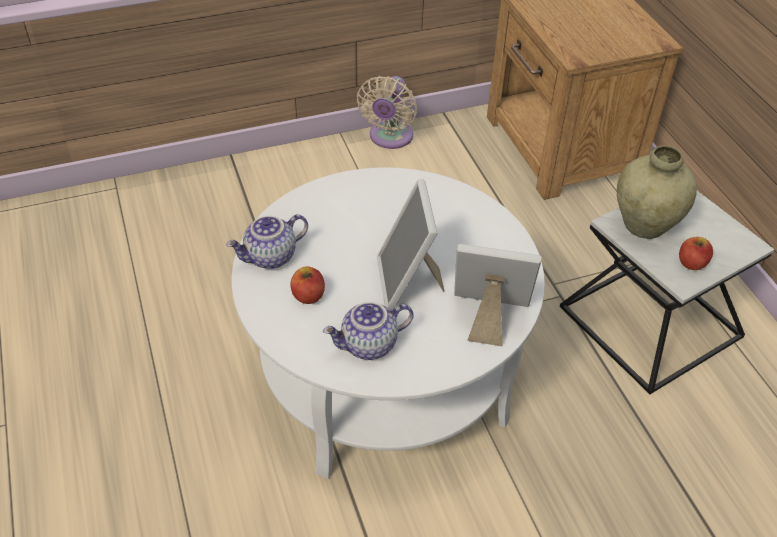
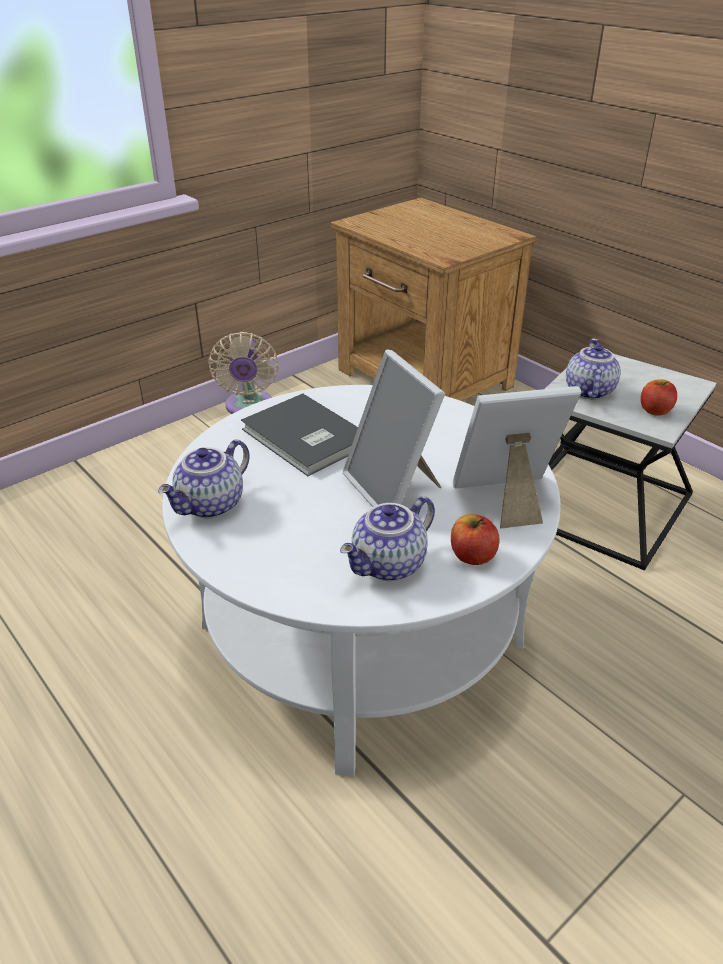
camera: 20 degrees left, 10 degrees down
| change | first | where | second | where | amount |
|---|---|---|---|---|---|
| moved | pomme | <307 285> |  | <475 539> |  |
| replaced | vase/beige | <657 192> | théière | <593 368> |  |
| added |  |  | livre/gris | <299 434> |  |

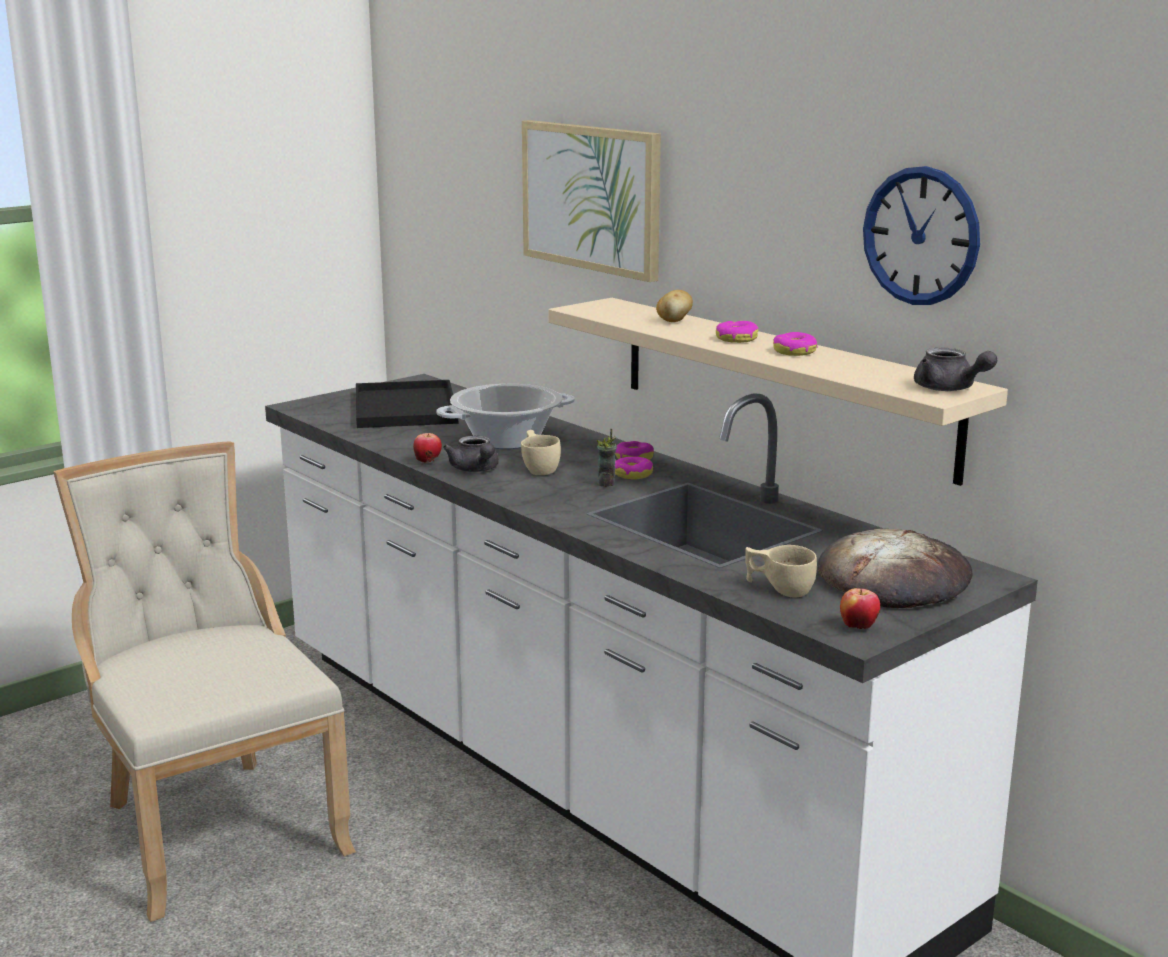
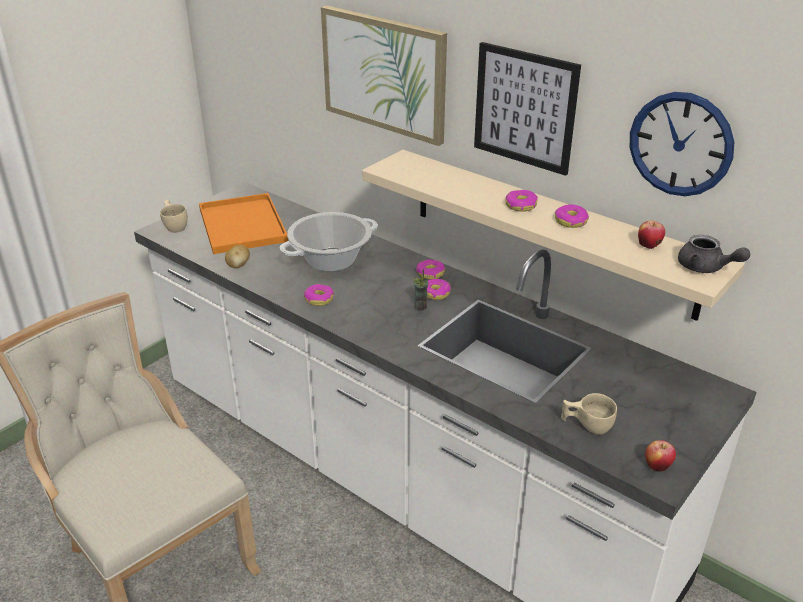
camera: 10 degrees left, 15 degrees up
| change | first | where | second | where | amount |
|---|---|---|---|---|---|
| recoloured | plateau/noir | <407 404> | plateau/orange | <243 223> |  |
| moved | pomme | <427 448> |  | <651 235> |  |
| replaced | théière/gris | <471 454> | beignet | <319 295> |  |
| moved | tasse/beige | <541 452> |  | <174 216> |  |
| moved | pomme de terre | <674 306> |  | <237 256> |  |
| removed | pain | <895 568> |  |  |  |
| added |  |  | tableau | <527 109> |  |

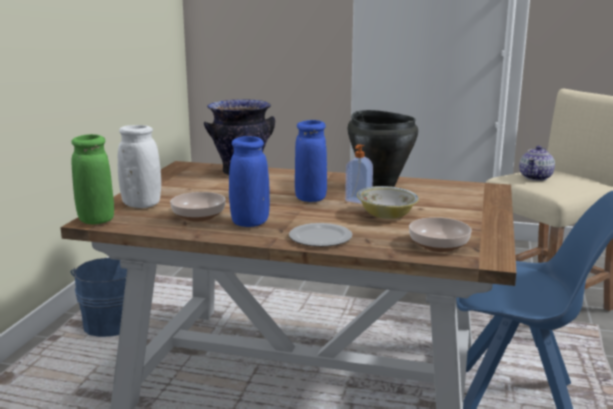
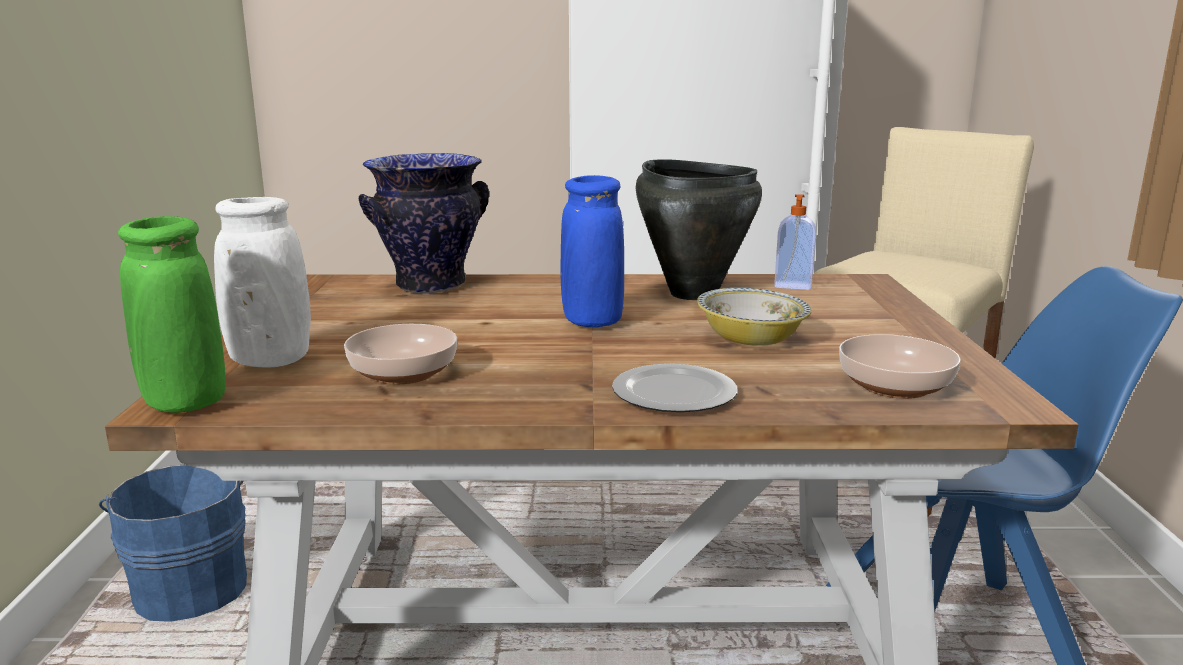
camera: 15 degrees left, 0 degrees up
| change | first | where | second | where | amount |
|---|---|---|---|---|---|
| removed | vase/bleu | <249 181> |  |  |  |
| moved | distributeur de savon | <359 174> |  | <795 242> |  |
| removed | théière | <537 163> |  |  |  |

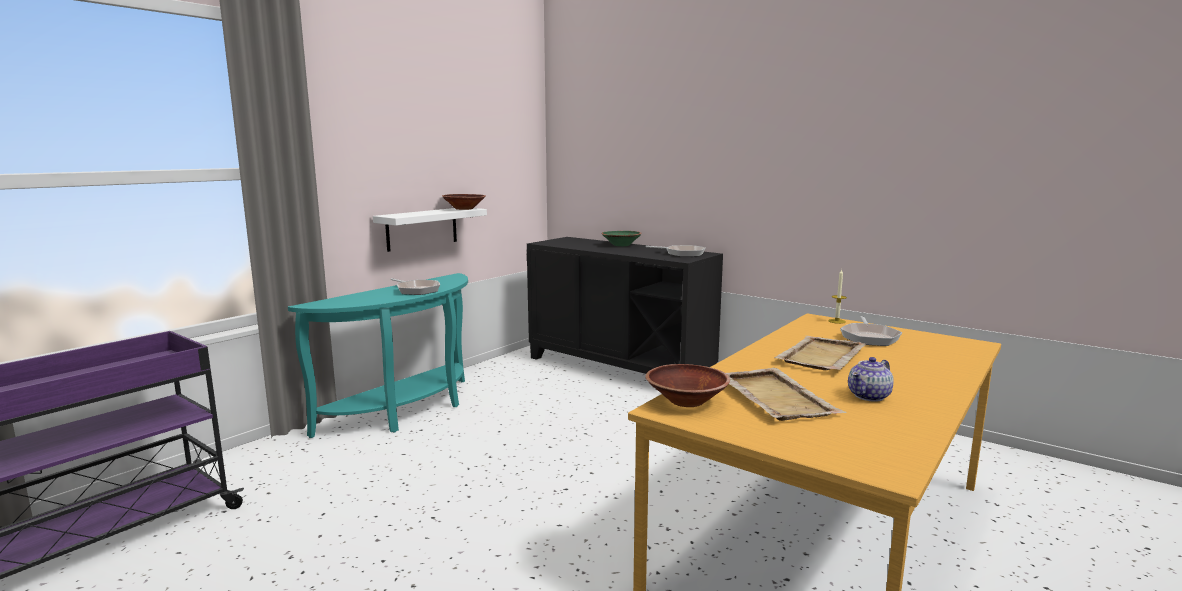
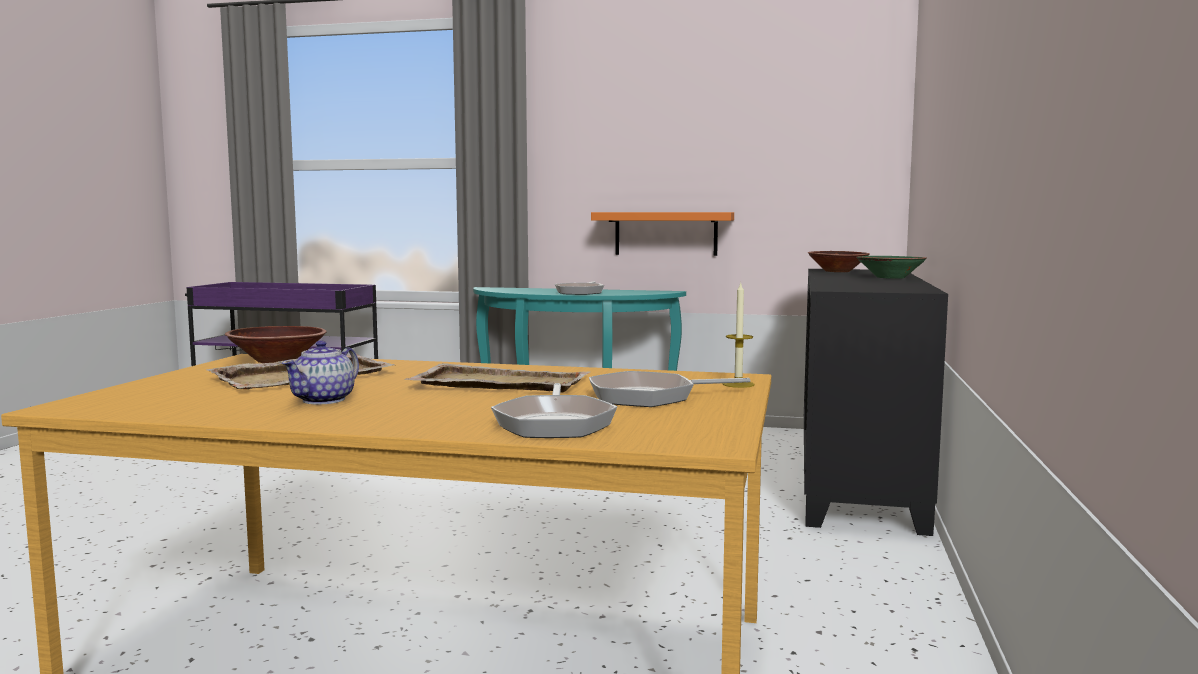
camera: 65 degrees right, 5 degrees down
| change | first | where | second | where | amount |
|---|---|---|---|---|---|
| recoloured | étagère/blanc | <430 230> | étagère/orange | <662 234> |  |
| moved | bol/marron | <464 202> |  | <839 261> |  |
| moved | poêle | <676 251> |  | <554 410> |  |
| turned | théière | <871 379> |  | <320 372> | 90 degrees counterclockwise |

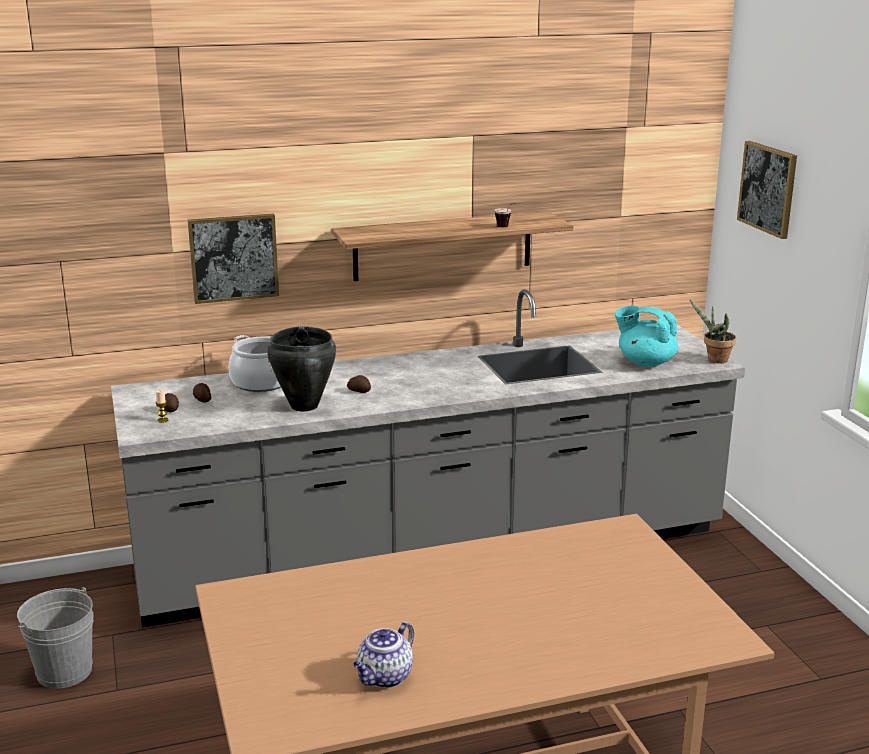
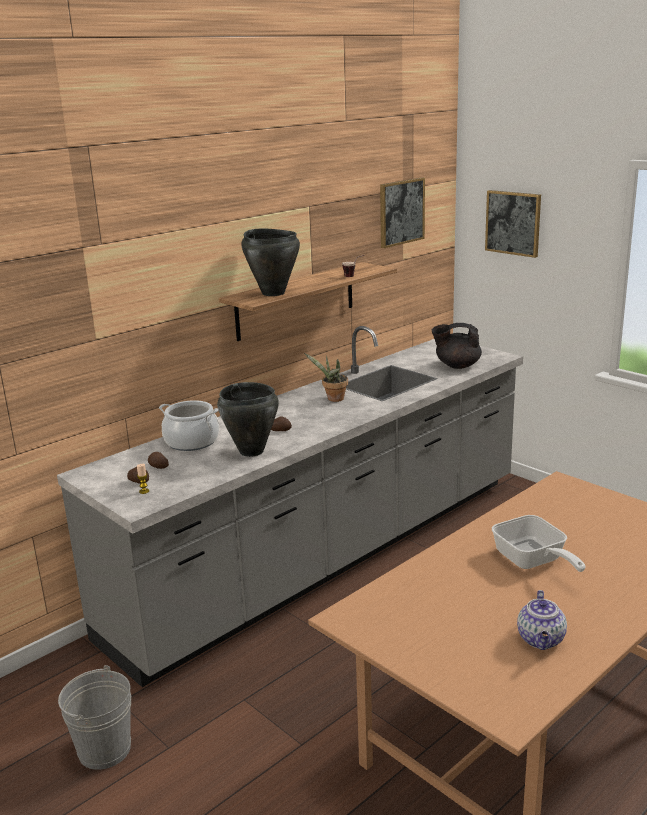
camera: 25 degrees left, 0 degrees up
| change | first | where | second | where | amount |
|---|---|---|---|---|---|
| moved | tableau | <233 258> |  | <402 212> |  |
| recoloured | théière/turquoise | <646 336> | théière/noir | <457 346> |  |
| moved | plante en pot | <713 331> |  | <326 377> |  |
| added |  |  | marmite/noir | <270 262> |  |
| added |  |  | poêle | <539 543> |  |

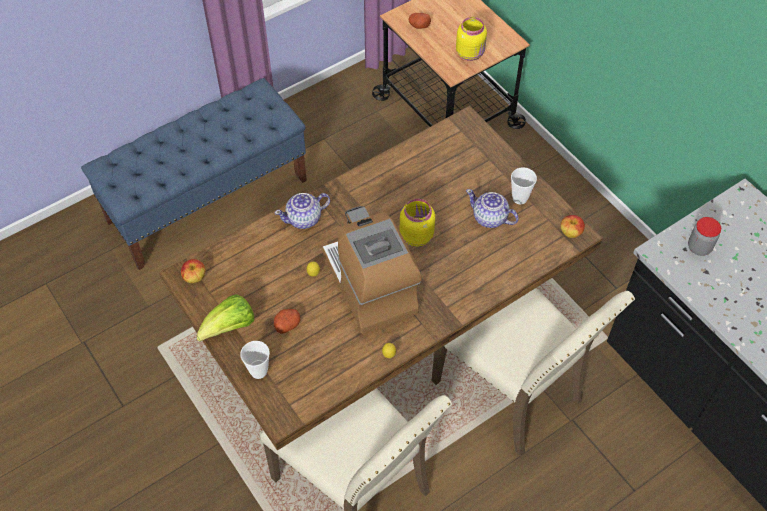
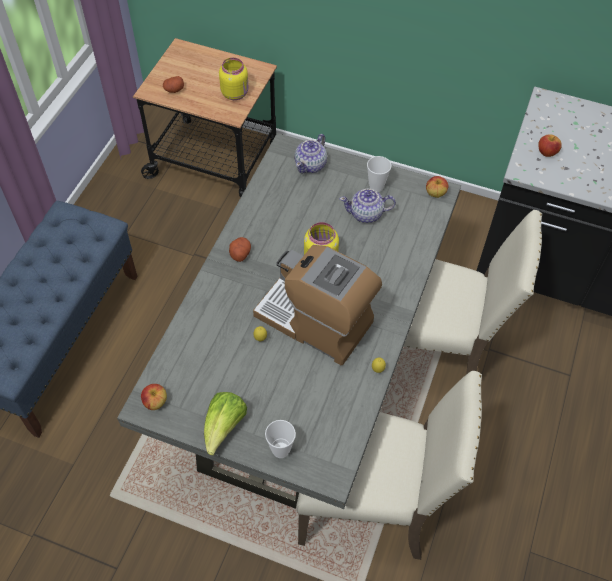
camera: 35 degrees left, 0 degrees up
| change | first | where | second | where | amount |
|---|---|---|---|---|---|
| recoloured | table à manger/marron | <381 278> | table à manger/gris | <289 321> |  |
| moved | théière | <302 211> |  | <310 153> |  |
| moved | pomme de terre | <287 321> |  | <240 249> |  |
| replaced | bocal | <704 236> | pomme | <550 145> |  |

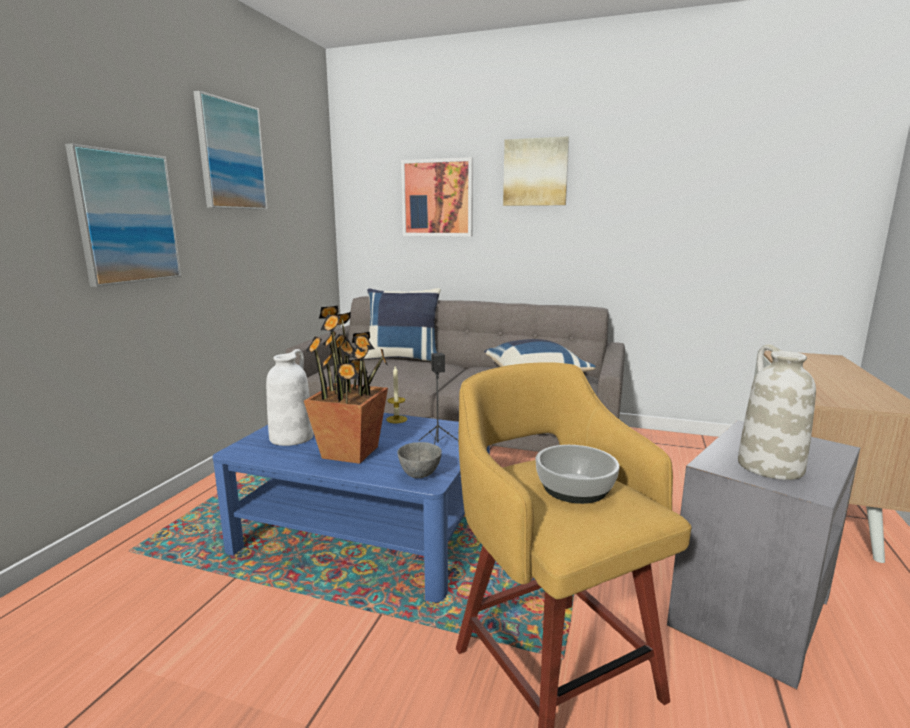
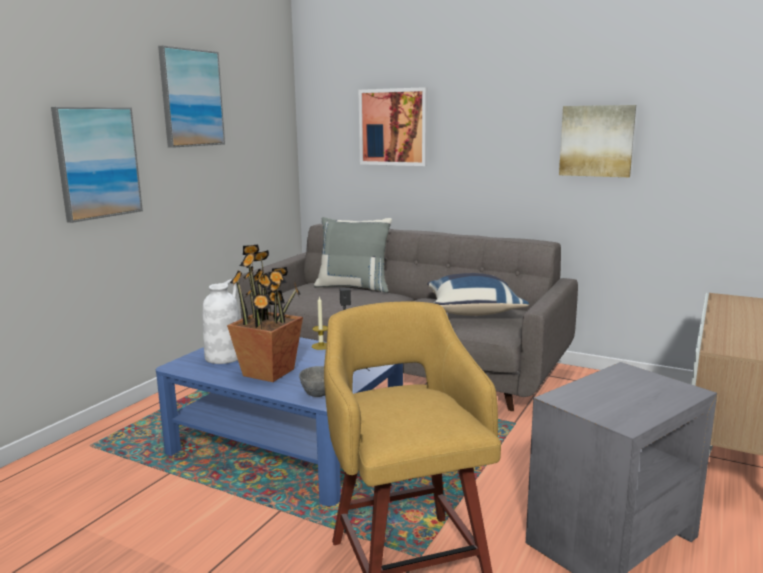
camera: 10 degrees right, 0 degrees up
| change | first | where | second | where | amount |
|---|---|---|---|---|---|
| recoloured | coussin/bleu | <402 324> | coussin/gris | <353 255> |  |
| moved | tableau | <536 171> |  | <597 141> |  |
| removed | bol | <577 474> |  |  |  |
| removed | vase/blanc | <777 412> |  |  |  |

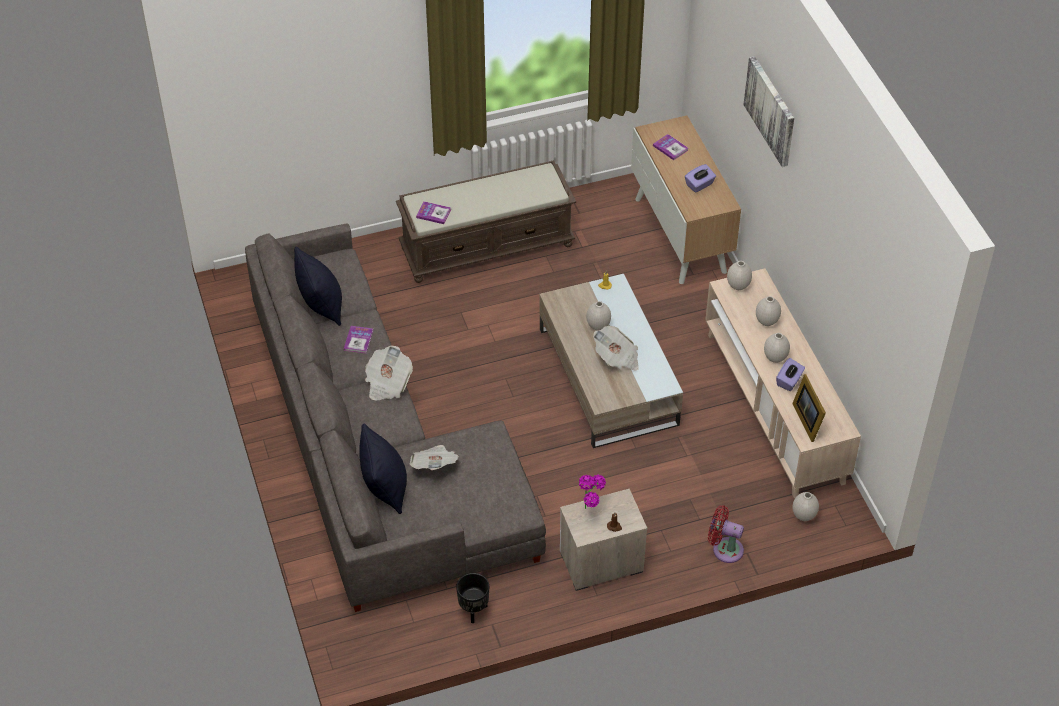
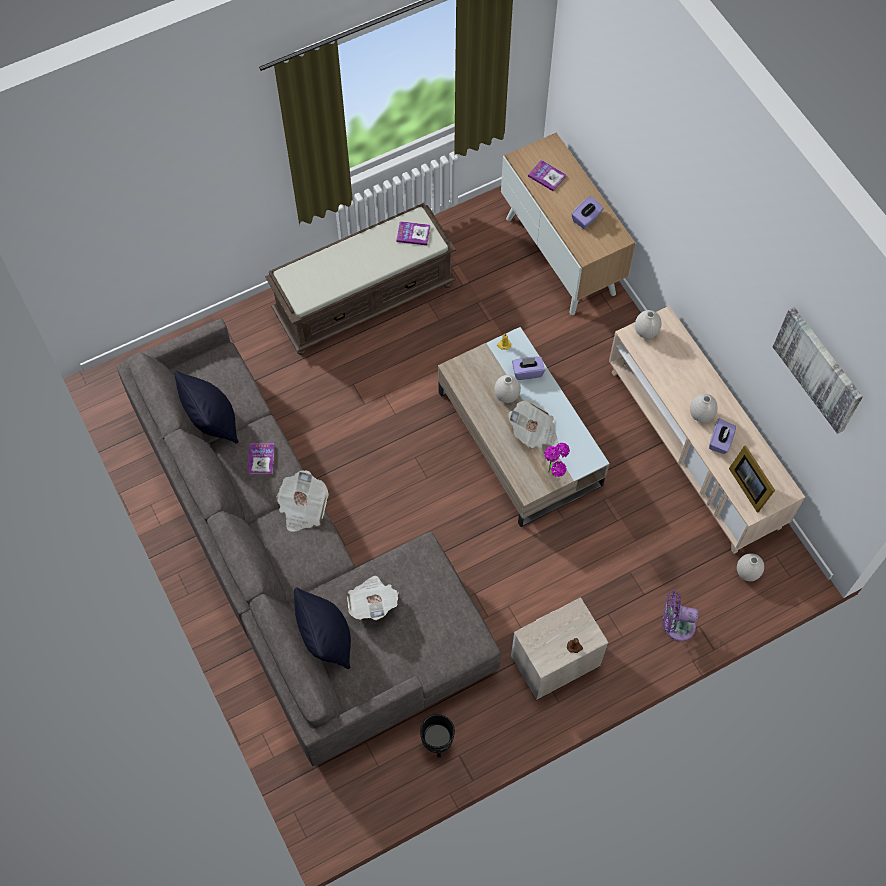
camera: 10 degrees left, 15 degrees up
| change | first | where | second | where | amount |
|---|---|---|---|---|---|
| moved | livre | <433 212> |  | <413 233> |  |
| moved | plante en pot | <592 492> |  | <557 460> |  |
| recoloured | ventilateur/rouge | <726 534> | ventilateur/violet | <681 615> |  |
| moved | tableau | <769 111> |  | <818 370> |  |
| removed | vase/blanc | <768 311> |  |  |  |
| added |  |  | boîte à mouchoirs/violet | <528 368> |  |

